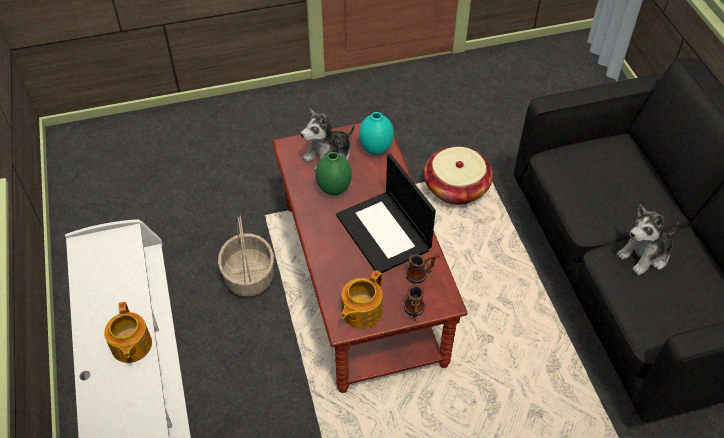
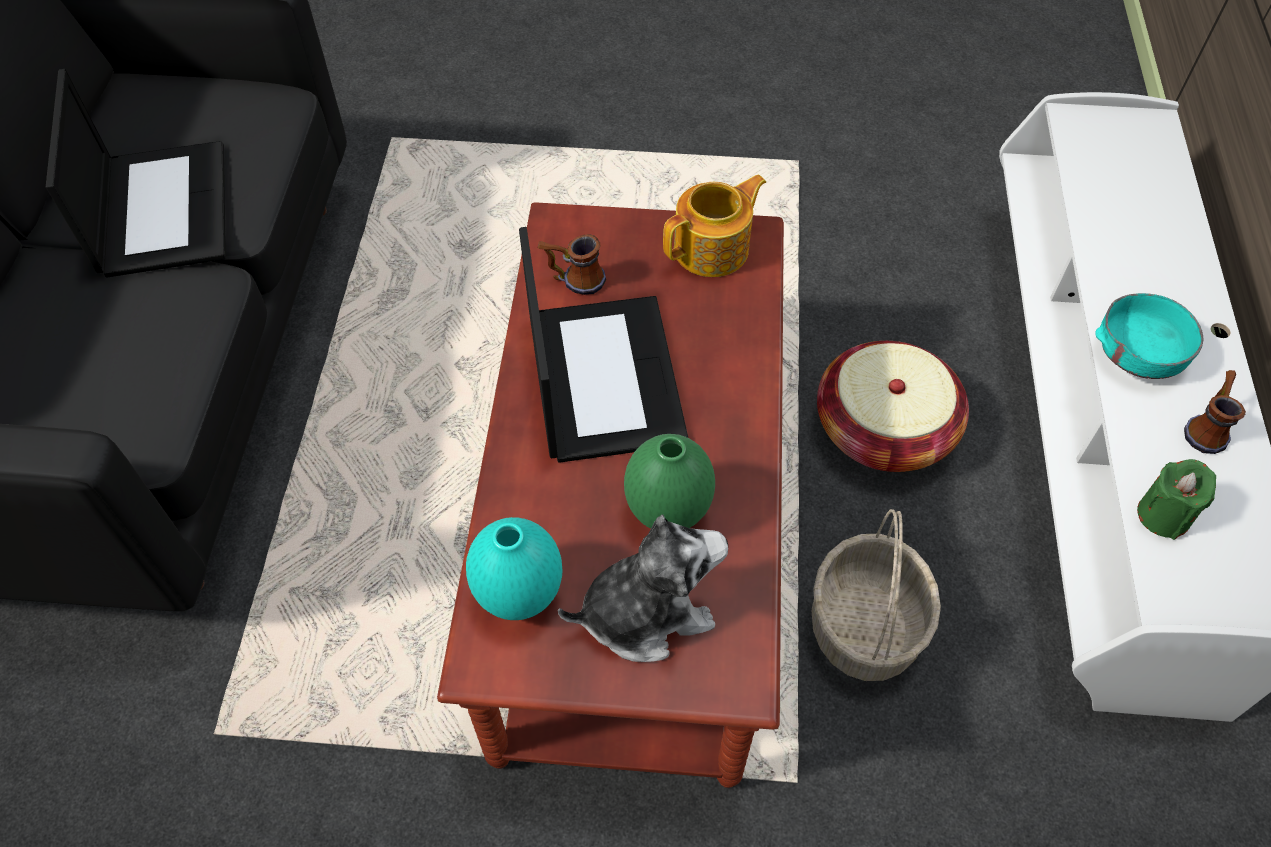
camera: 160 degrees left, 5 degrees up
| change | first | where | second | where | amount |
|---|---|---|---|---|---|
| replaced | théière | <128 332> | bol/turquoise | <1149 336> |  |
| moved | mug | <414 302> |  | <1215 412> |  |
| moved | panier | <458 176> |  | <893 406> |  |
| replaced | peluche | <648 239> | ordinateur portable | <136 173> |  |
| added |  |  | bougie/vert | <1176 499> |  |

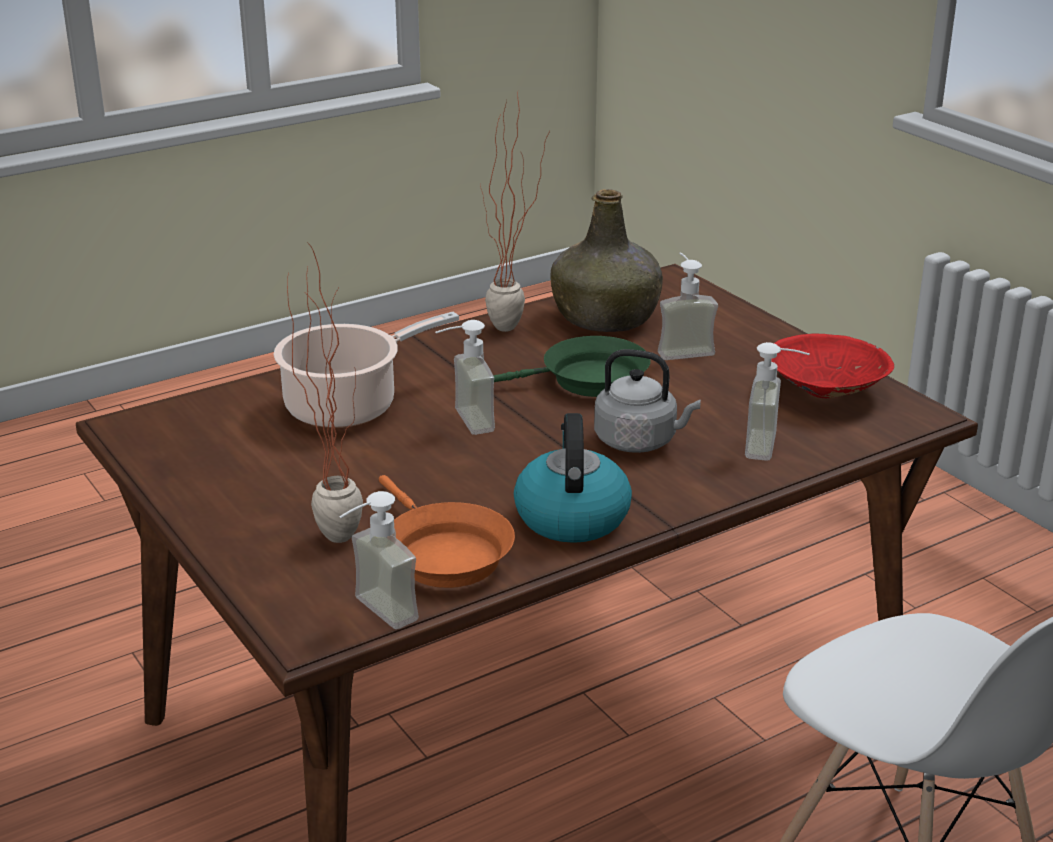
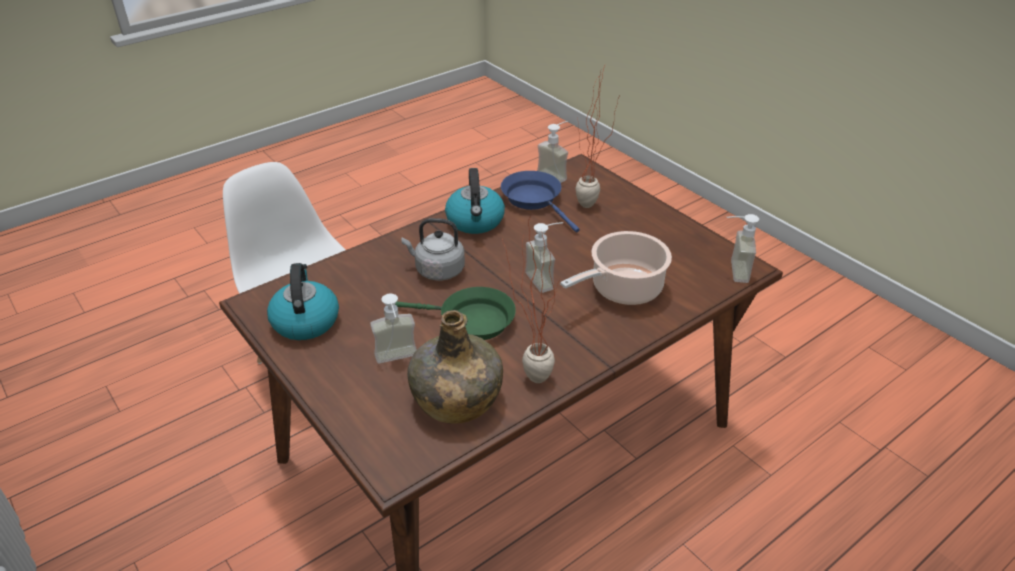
camera: 175 degrees right, 10 degrees up
| change | first | where | second | where | amount |
|---|---|---|---|---|---|
| recoloured | poêle/orange | <447 531> | poêle/bleu | <540 201> |  |
| turned | poêle/vert | <572 366> |  | <455 313> | 150 degrees counterclockwise |
| moved | distributeur de savon | <777 401> |  | <743 248> |  |
| replaced | bol/rouge | <832 366> | bouilloire | <303 301> |  |

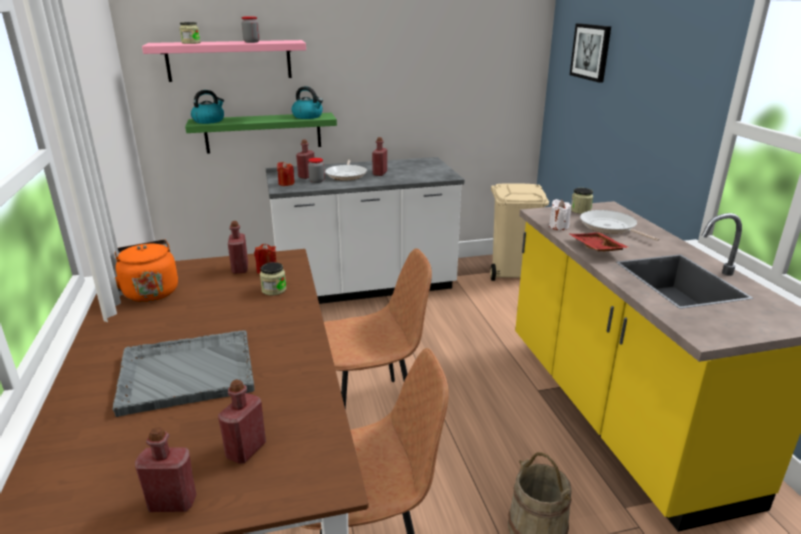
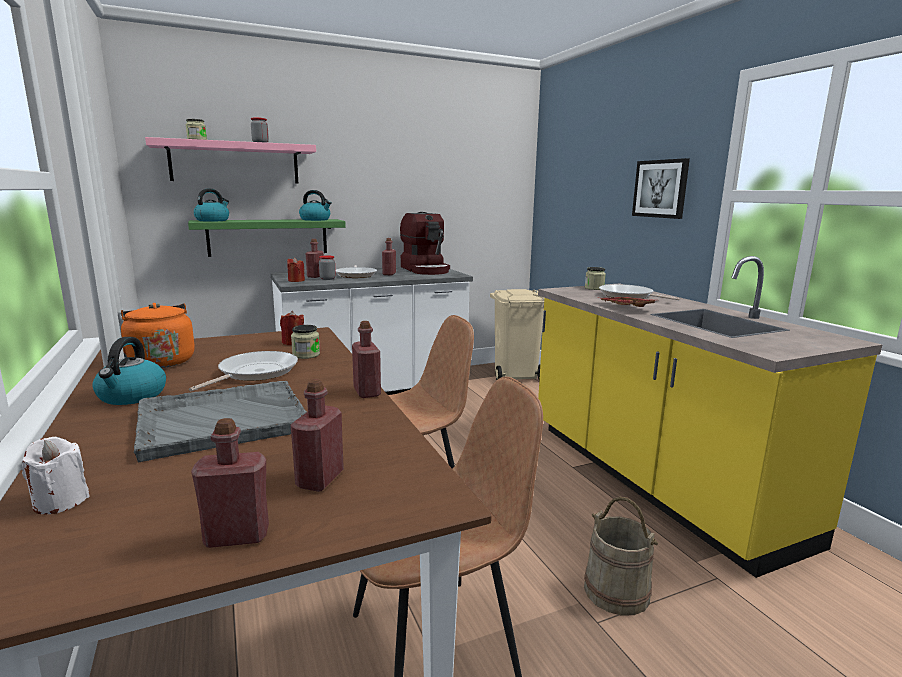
camera: 10 degrees left, 10 degrees down
| change | first | where | second | where | amount |
|---|---|---|---|---|---|
| moved | bouteille/rouge | <238 247> |  | <366 359> |  |
| moved | bougie/blanc | <560 214> |  | <55 475> |  |
| moved | tableau | <590 53> |  | <661 188> |  |
| added |  |  | bouilloire | <129 371> |  |
| added |  |  | poêle | <243 371> |  |
| added |  |  | machine à café | <425 243> |  |

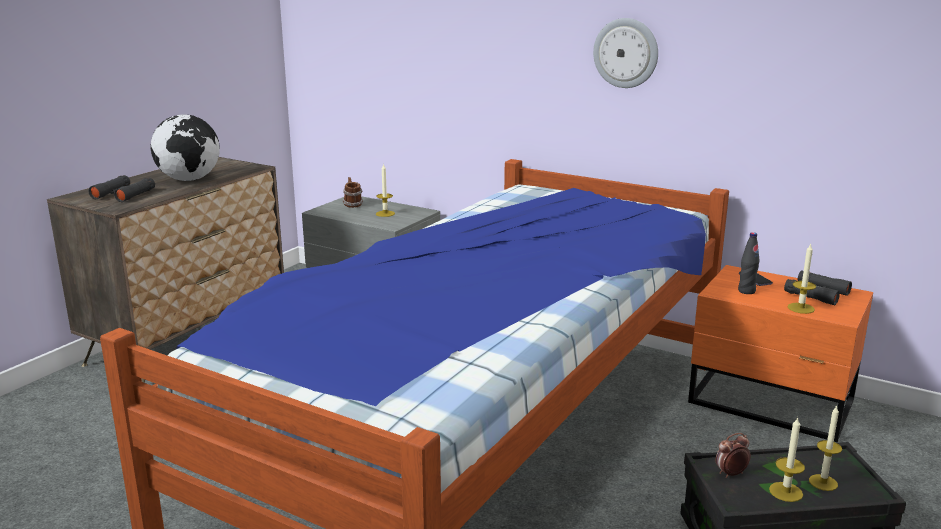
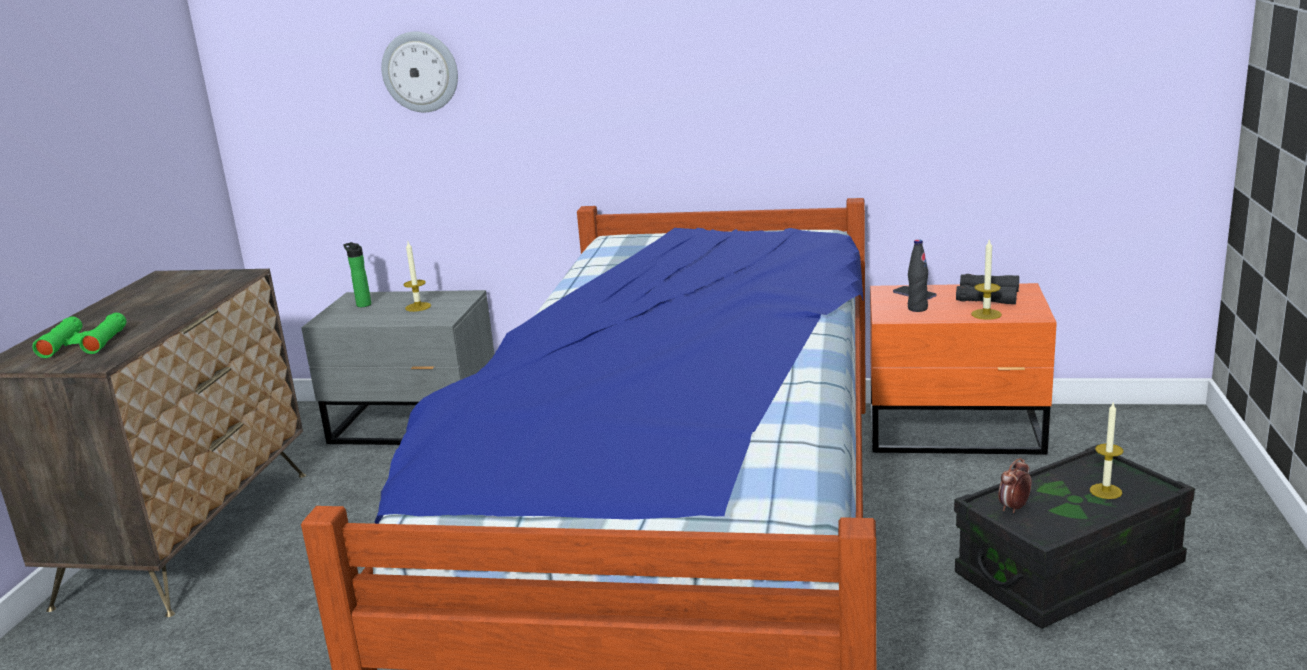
camera: 20 degrees left, 0 degrees up
| change | first | where | second | where | amount |
|---|---|---|---|---|---|
| recoloured | jumelles/noir | <121 188> | jumelles/vert | <79 335> |  |
| removed | globe | <185 148> |  |  |  |
| replaced | mug | <352 192> | bouteille | <357 274> |  |
| moved | horloge murale | <625 53> |  | <419 71> |  |
| removed | bougie | <787 459> |  |  |  |

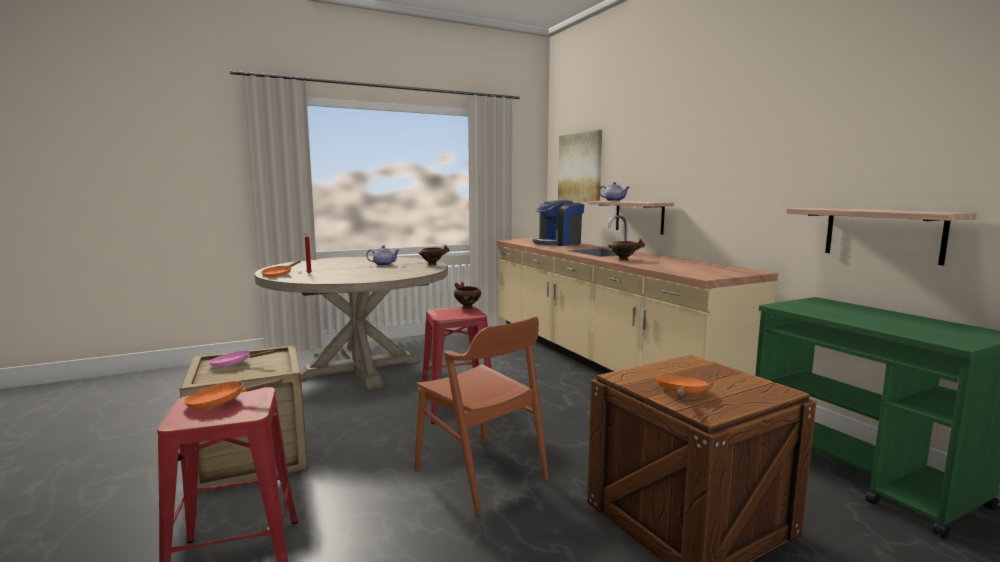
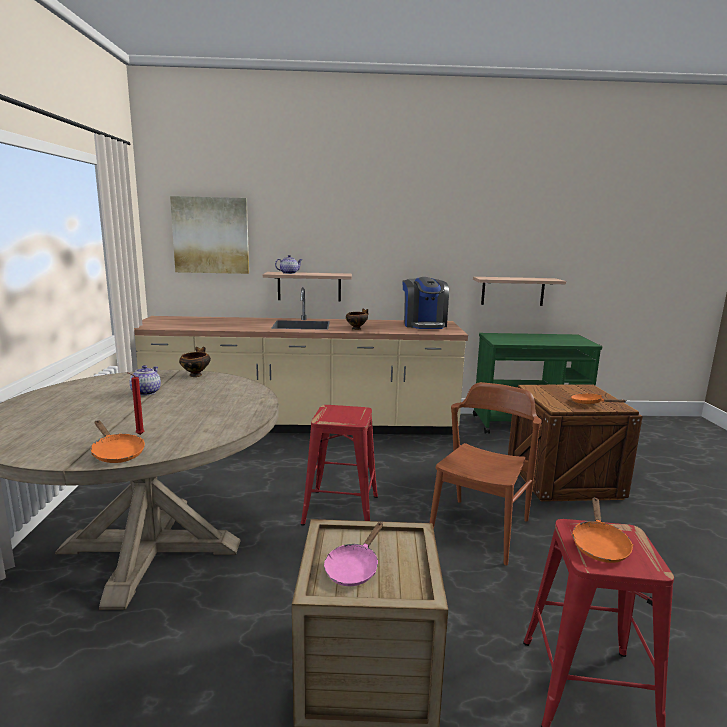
camera: 65 degrees left, 5 degrees up
| change | first | where | second | where | amount |
|---|---|---|---|---|---|
| turned | chaise/marron | <482 416> |  | <486 473> | 45 degrees counterclockwise |
| removed | bol | <467 295> |  |  |  |
| moved | machine à café | <558 223> |  | <425 303> |  |

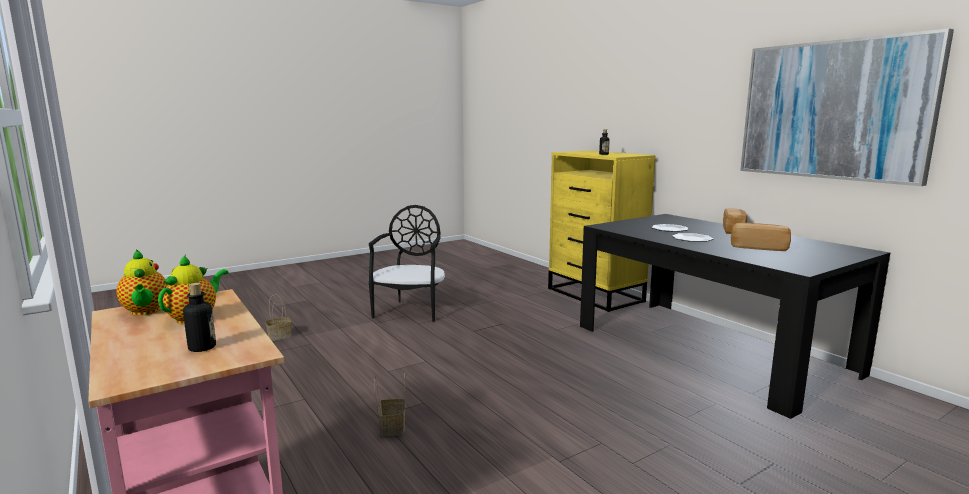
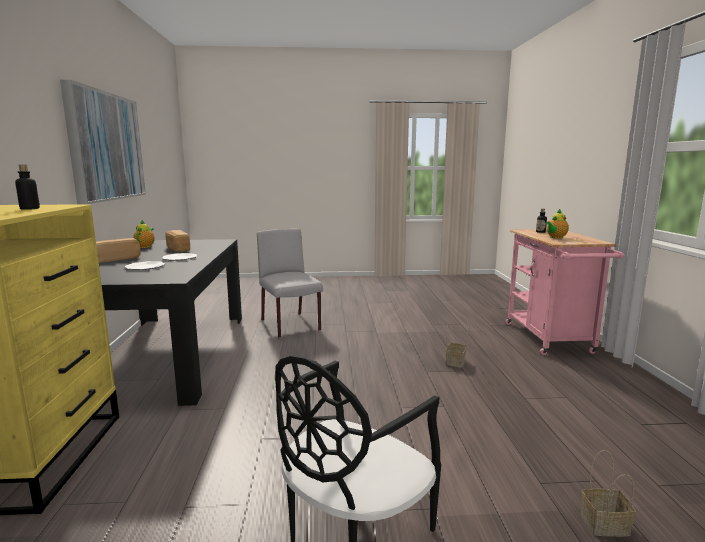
camera: 150 degrees left, 0 degrees up
| change | first | where | second | where | amount |
|---|---|---|---|---|---|
| moved | théière | <142 282> |  | <144 233> |  |
| added |  |  | chaise/gris | <290 283> |  |

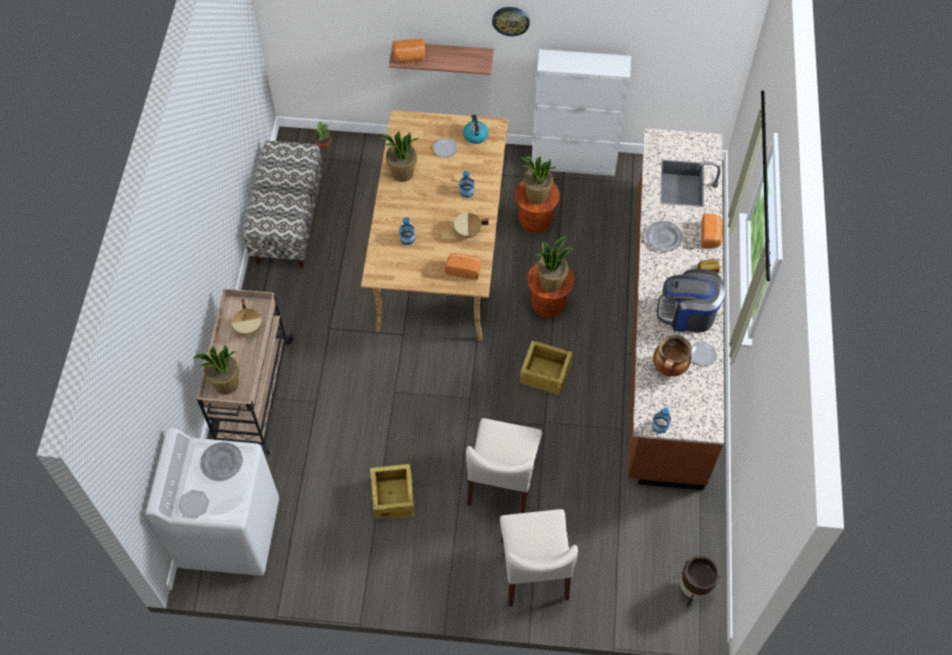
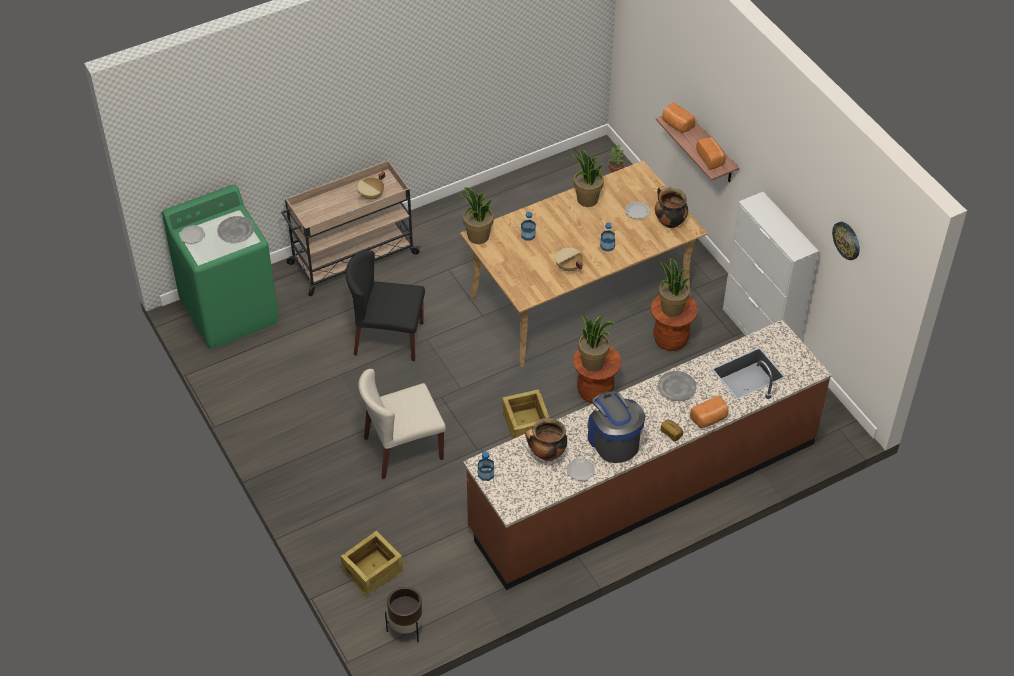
camera: 55 degrees right, 10 degrees down
| change | first | where | second | where | amount |
|---|---|---|---|---|---|
| recoloured | lave-linge/blanc | <212 502> | lave-linge/vert | <220 266> |  |
| moved | plante en pot | <216 369> |  | <476 215> |  |
| removed | banc | <283 204> |  |  |  |
| moved | caisse | <393 491> |  | <372 564> |  |
| moved | pain | <463 266> |  | <711 153> |  |
| replaced | bouilloire | <475 129> | marmite | <671 207> |  |
| moved | horloge murale | <511 21> |  | <846 241> |  |
| removed | chaise/beige | <539 557> |  |  |  |
| added |  |  | chaise/noir | <385 305> |  |

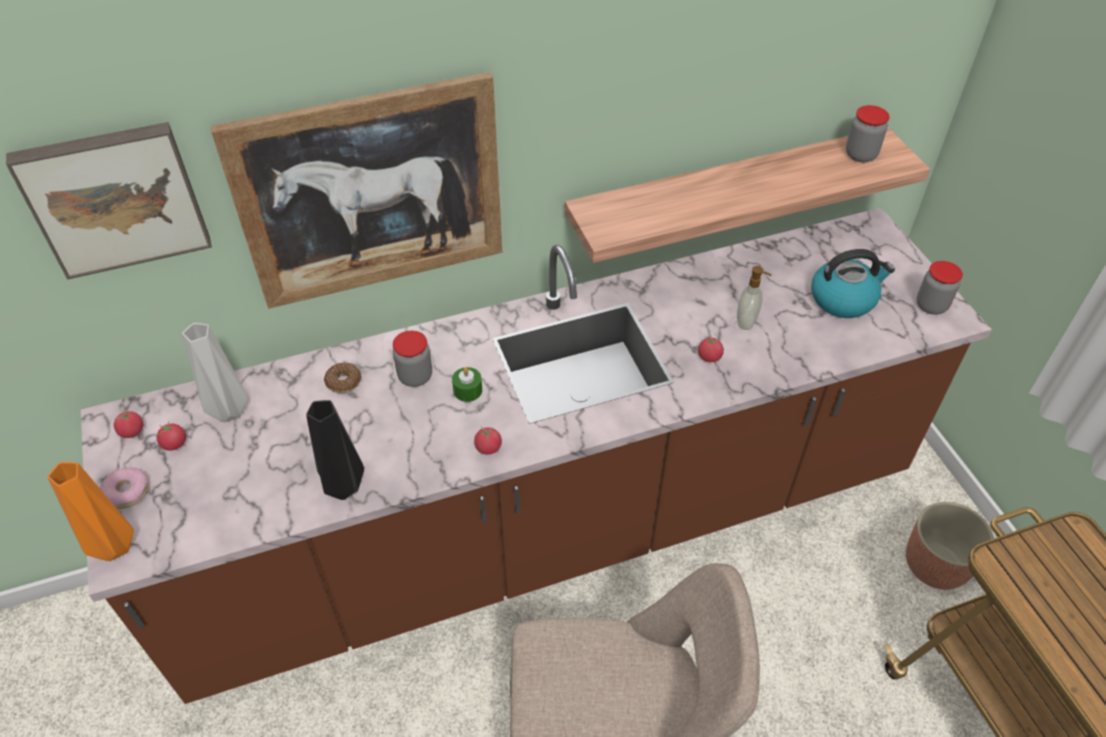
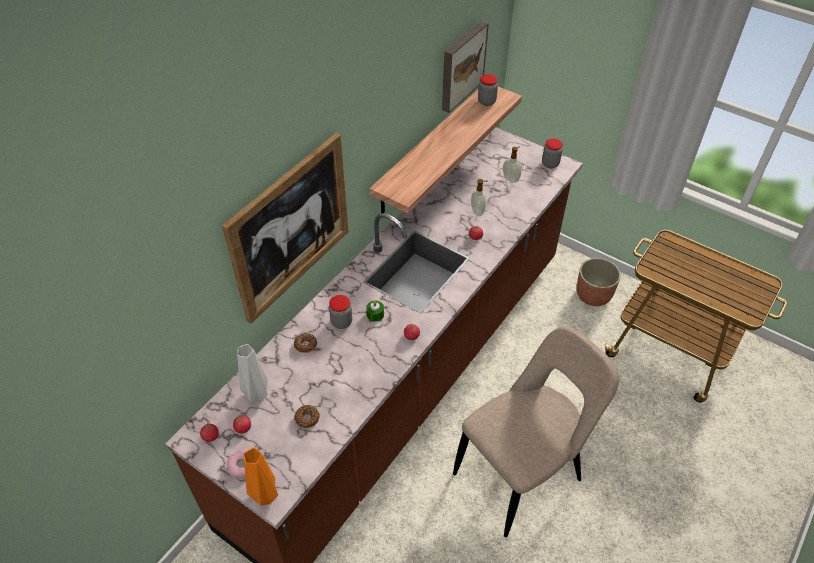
camera: 35 degrees left, 0 degrees up
| change | first | where | second | where | amount |
|---|---|---|---|---|---|
| moved | tableau | <109 200> |  | <465 67> |  |
| removed | vase/noir | <335 450> |  |  |  |
| replaced | bouilloire | <853 283> | distributeur de savon | <512 164> |  |
| added |  |  | beignet | <307 416> |  |

